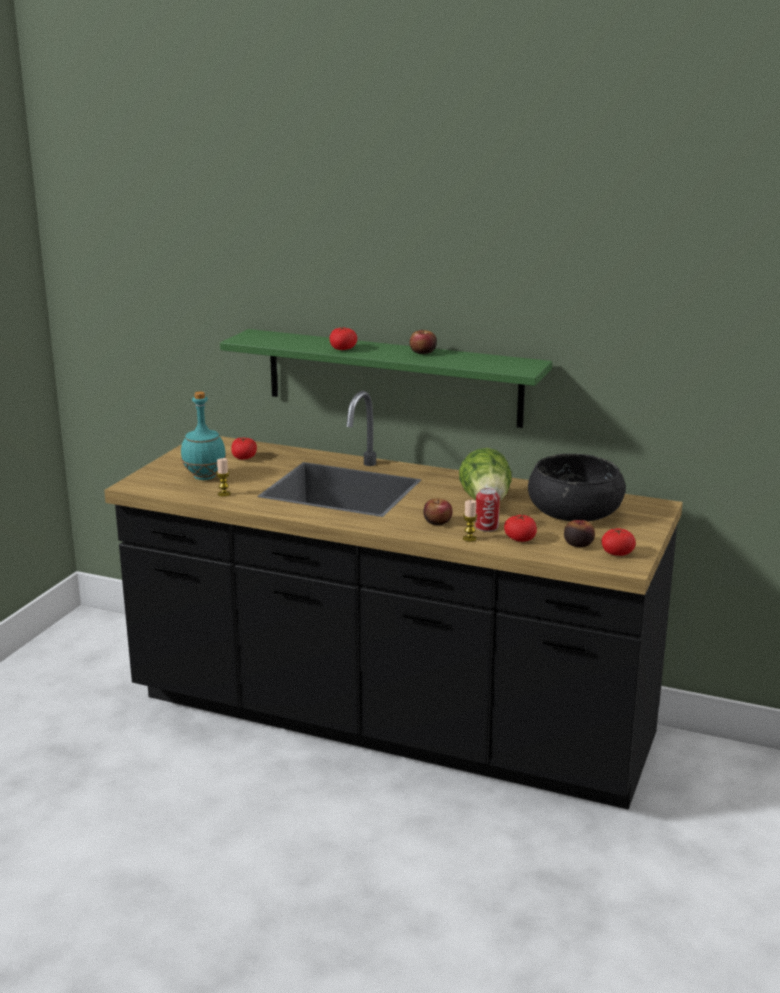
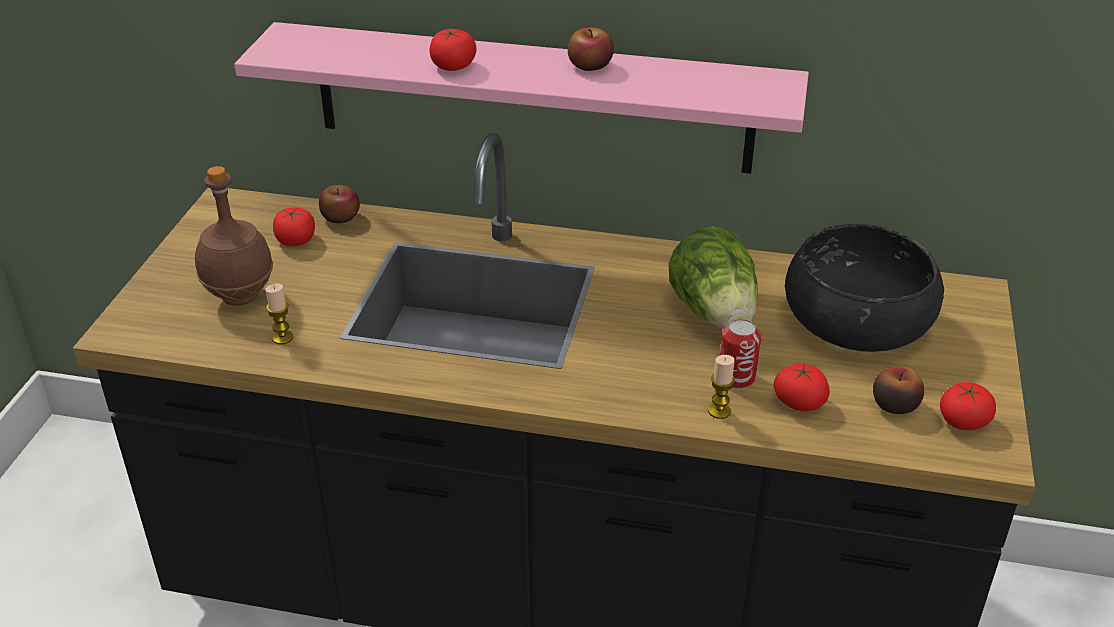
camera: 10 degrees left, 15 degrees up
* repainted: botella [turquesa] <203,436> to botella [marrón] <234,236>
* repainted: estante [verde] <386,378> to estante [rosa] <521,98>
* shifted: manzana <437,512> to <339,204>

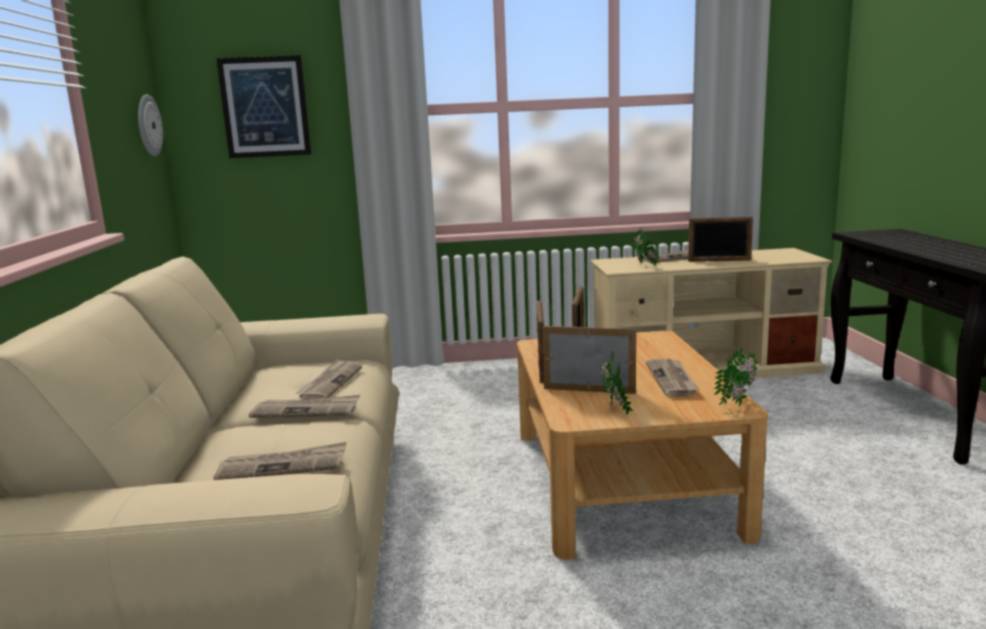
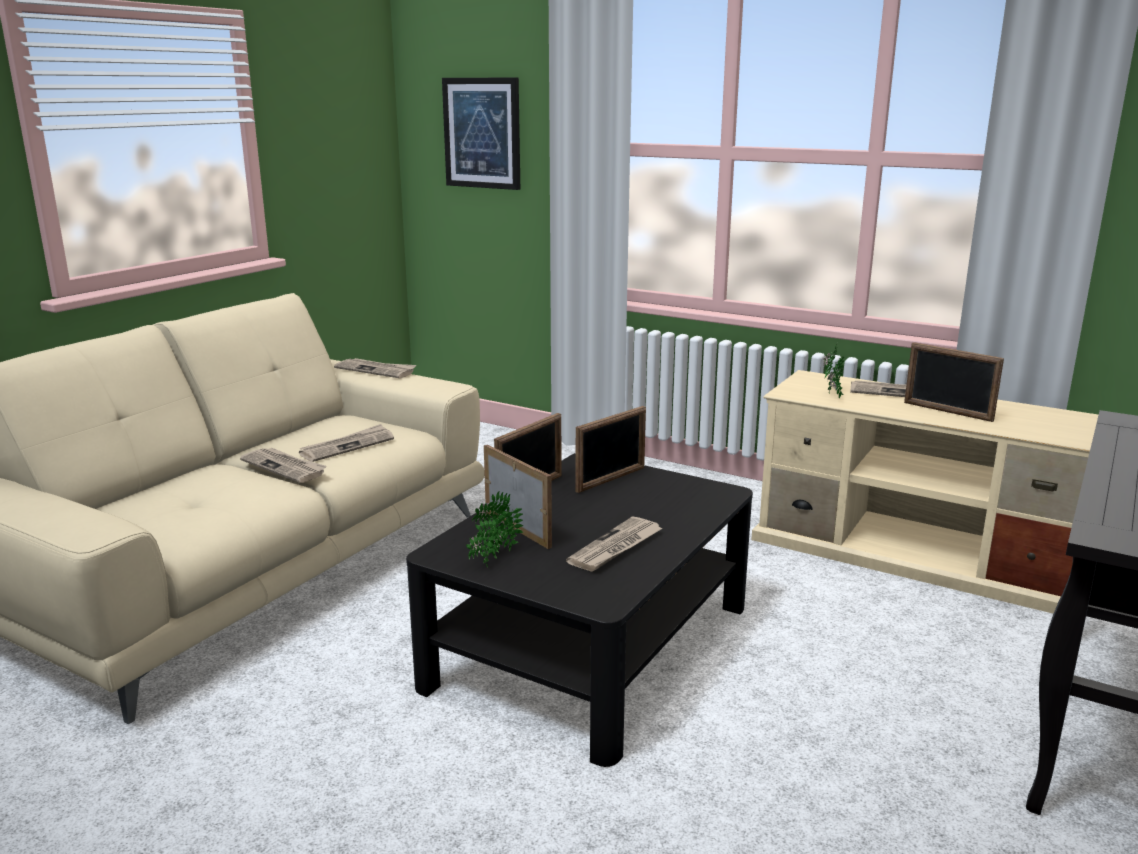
camera: 35 degrees right, 5 degrees up
* gone: reloj de pared <150,126>
* shifted: periódico <279,461> to <375,368>
* repainted: mesa de centro [beis] <642,445> to mesa de centro [negro] <579,610>
* gone: planta en maceta <736,377>

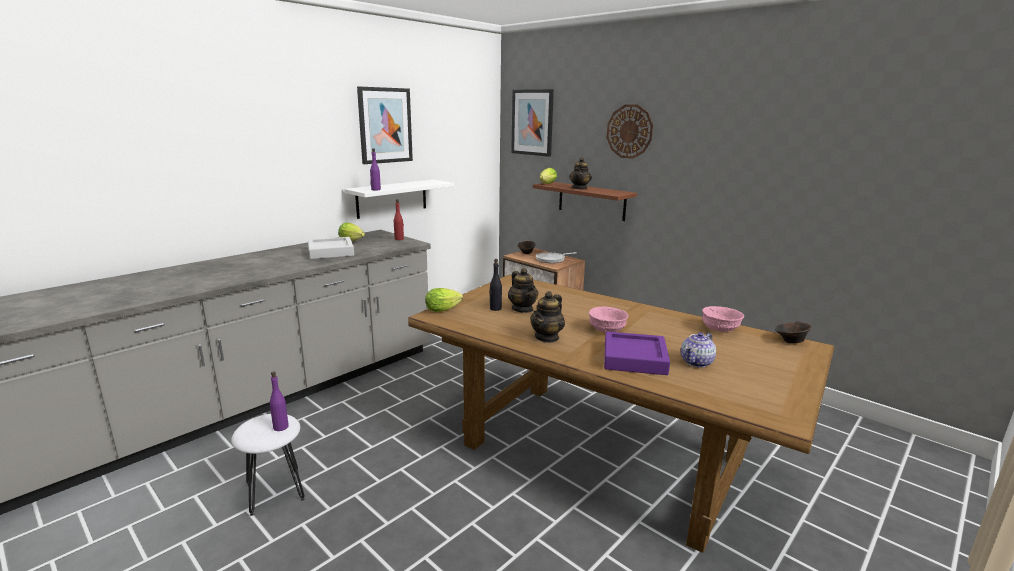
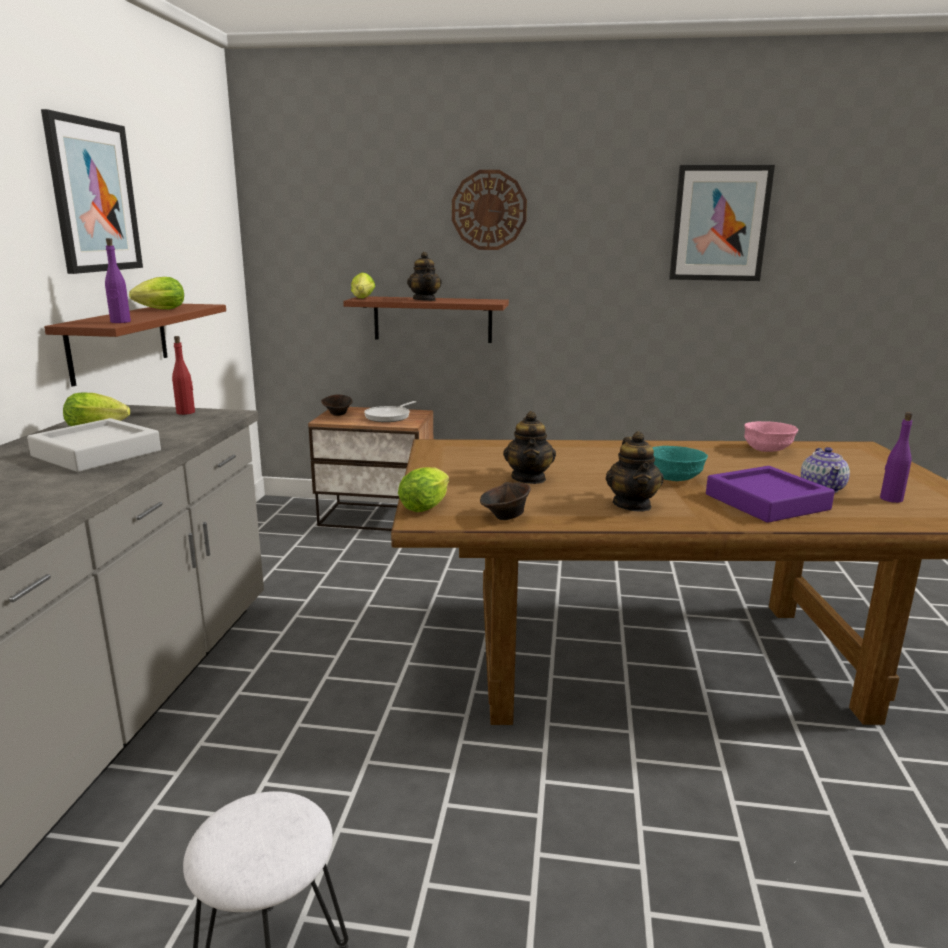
camera: 35 degrees left, 0 degrees up
* shifted: botella [morado] <279,401> to <896,457>
* repainted: estante [blanco] <399,199> to estante [marrón] <135,345>
* gone: botella [negro] <495,285>
* rotated: tetera <523,290> = <529,447> 60 degrees clockwise
* shifted: cuadro <532,123> to <722,223>
* repainted: cuenco [rosa] <608,320> to cuenco [turquesa] <680,463>
* shifted: cuenco [marrón] <793,332> to <505,501>
* new: lechuga <156,293>

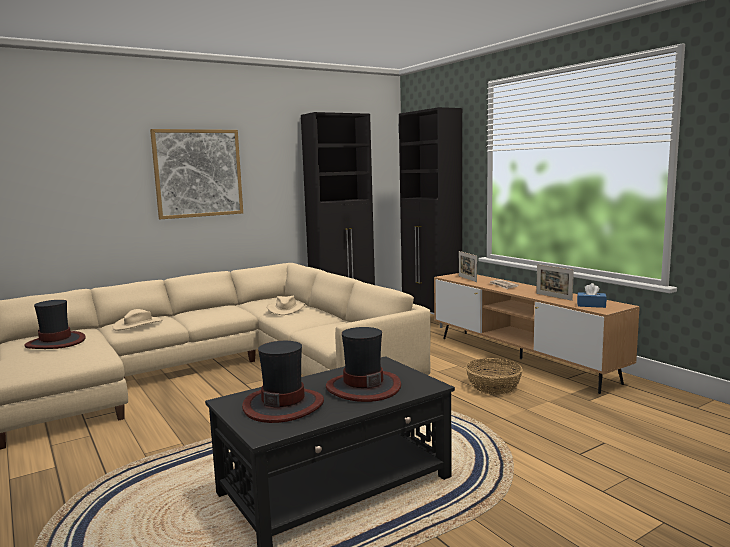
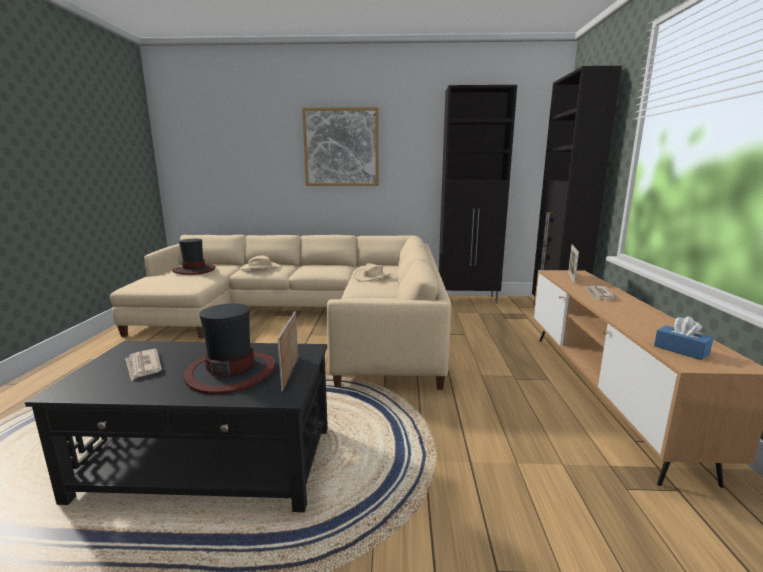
camera: 35 degrees right, 5 degrees up
* swapped: sombrero <283,382> to periódico <143,365>
* gone: cesta <494,376>
* shifted: portarretratos <555,282> to <287,351>

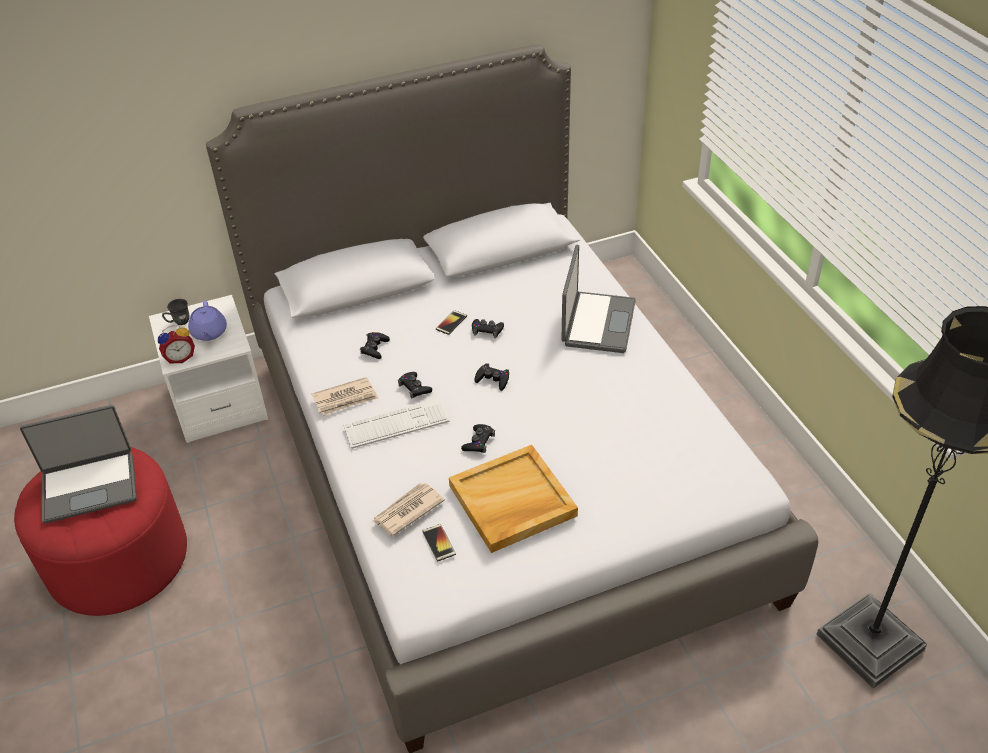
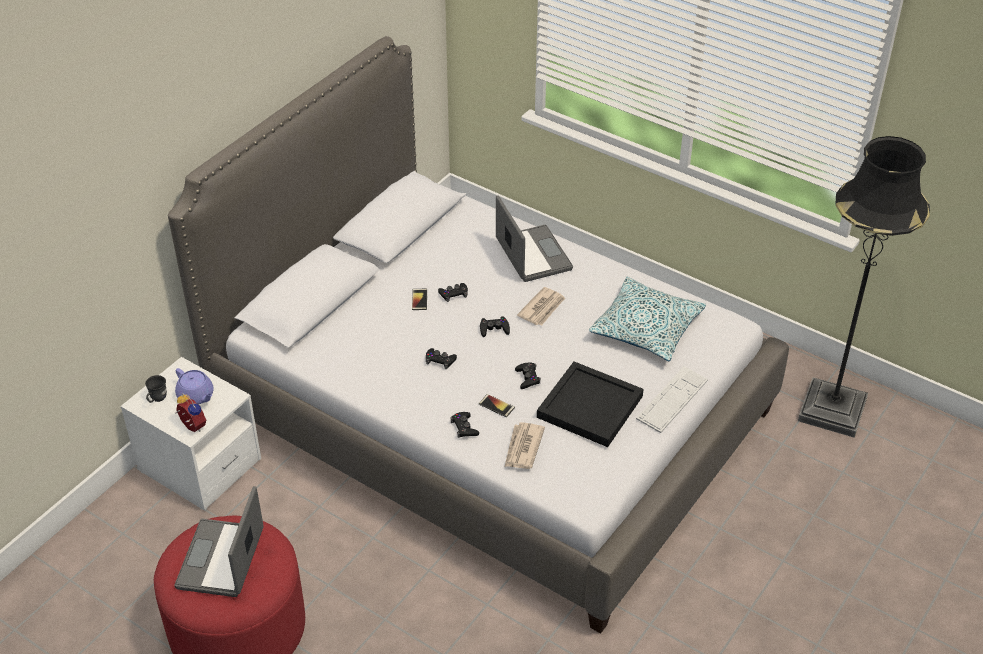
camera: 35 degrees left, 0 degrees up
* rotated: portátil <78,464> = <219,541> 150 degrees clockwise
* rotated: despertador <176,344> = <190,412> 75 degrees counterclockwise
* shifted: periódico <345,396> to <541,306>
* shifted: teclado <396,423> to <672,399>
* shifted: mando de consola [negro] <375,345> to <464,425>
* shifted: móvil <439,542> to <497,405>
* repainted: bandeja [beis] <513,499> to bandeja [negro] <590,404>
* new: cojín <647,319>

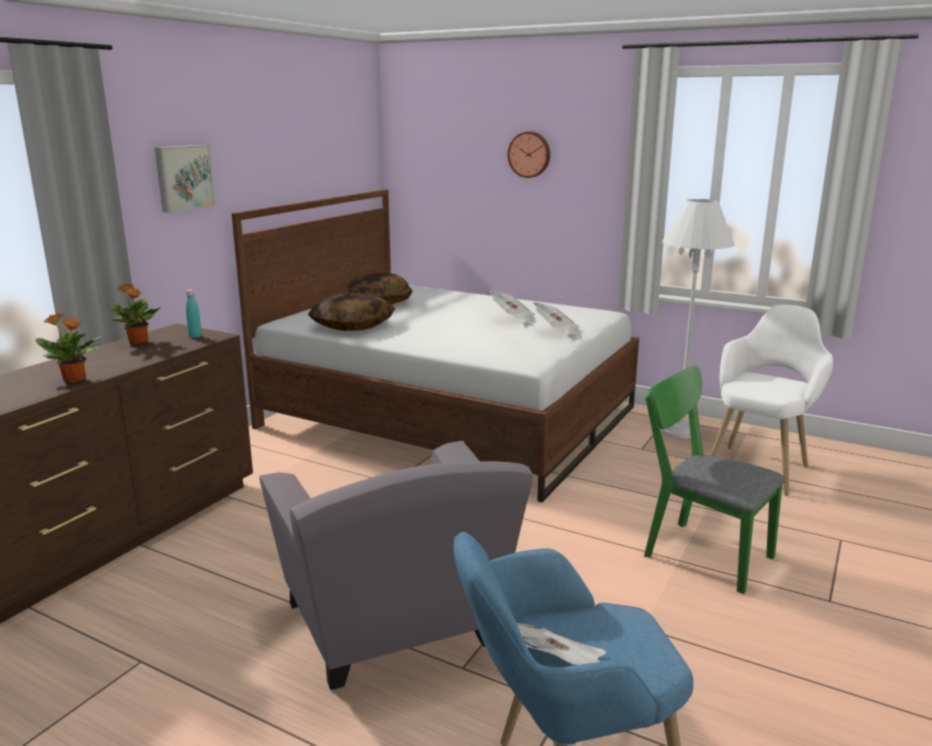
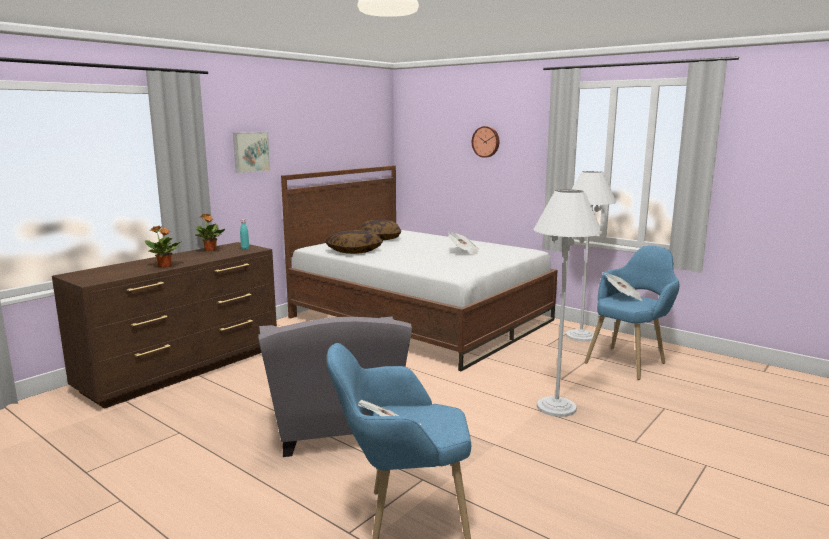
camera: 10 degrees right, 5 degrees down
* shifted: periódico <557,319> to <623,287>
* swapped: silla [verde] <715,480> to lámpara de pie [blanco] <568,303>
* repainted: sillón [blanco] <771,400> to sillón [azul] <631,313>

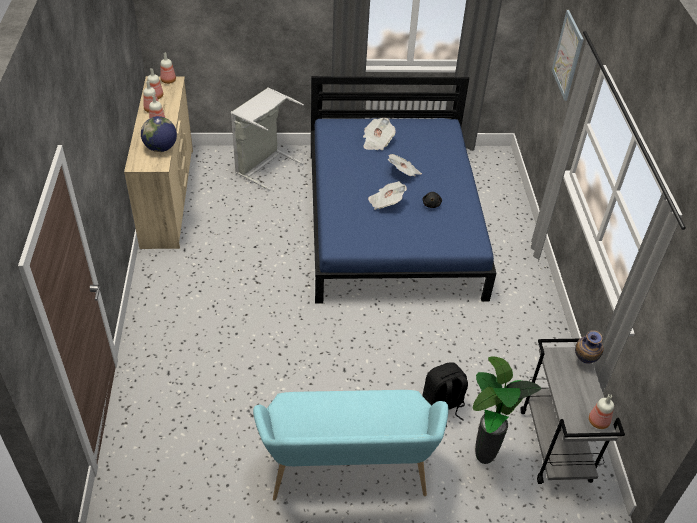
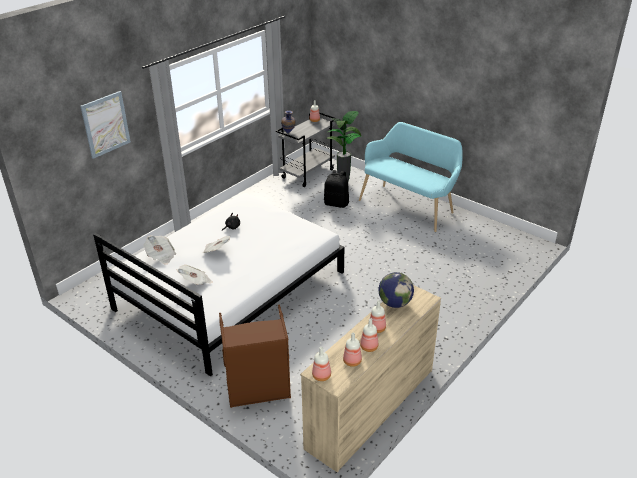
camera: 135 degrees left, 10 degrees down
* repainted: cesto de la ropa [gris] <267,138> to cesto de la ropa [marrón] <255,356>
* repainted: cama [azul] <403,190> to cama [blanco] <218,285>
* shifted: periódico <387,195> to <159,249>

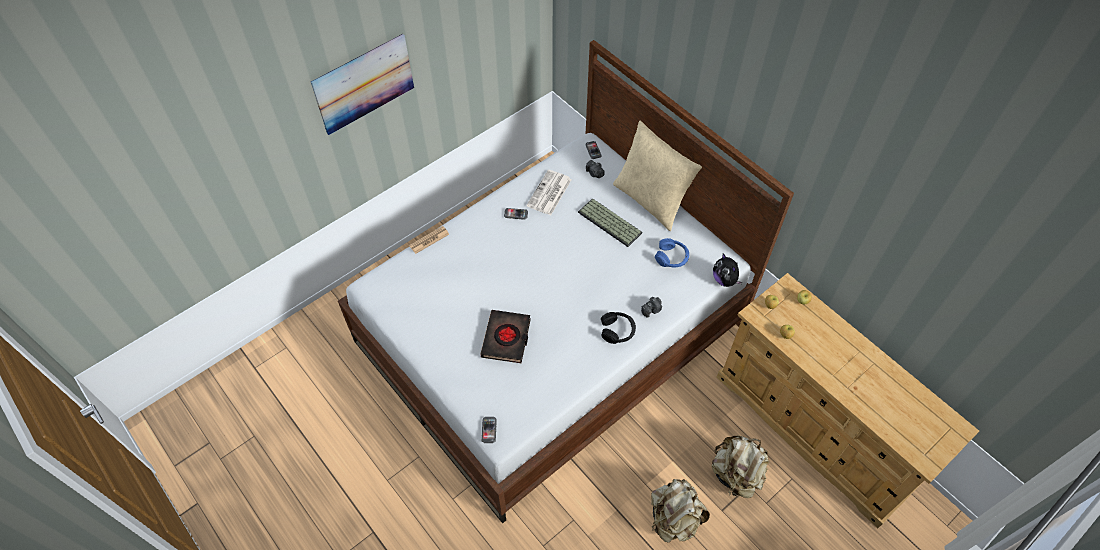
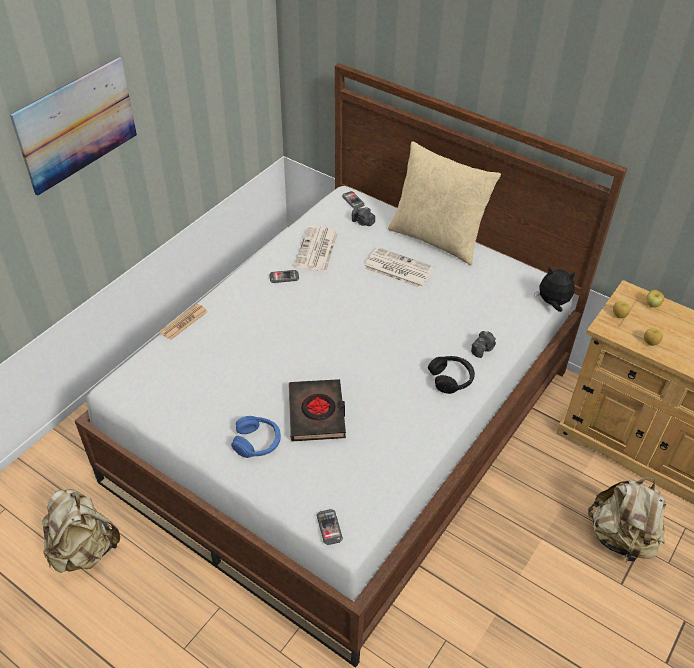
camera: 15 degrees left, 10 degrees down
* swapped: teclado <610,222> to periódico <398,268>
* shifted: mochila [beis] <680,511> to <81,531>
* shifted: auriculares [azul] <672,253> to <256,437>
* rotated: peluche <728,270> = <555,289> 150 degrees clockwise

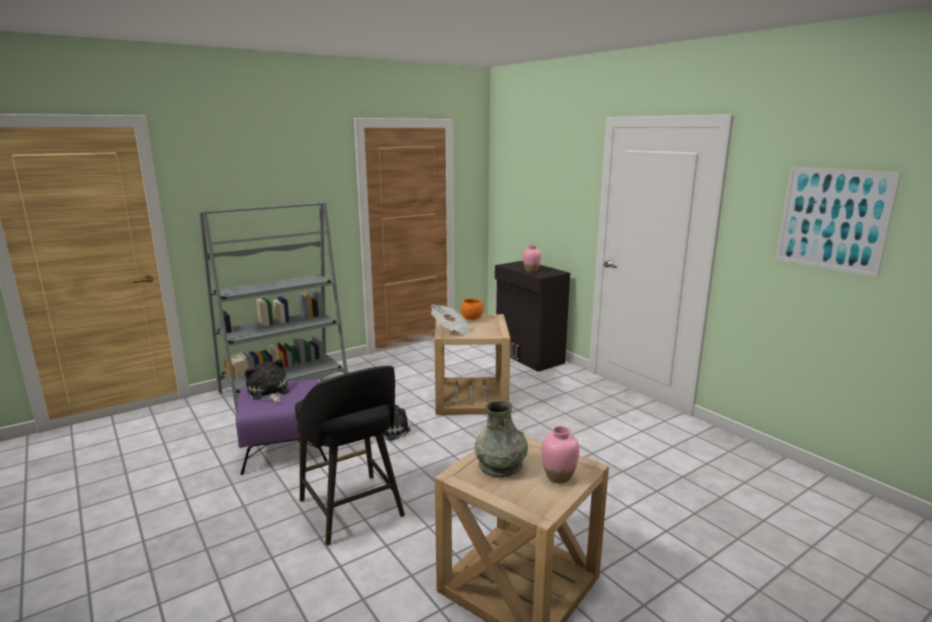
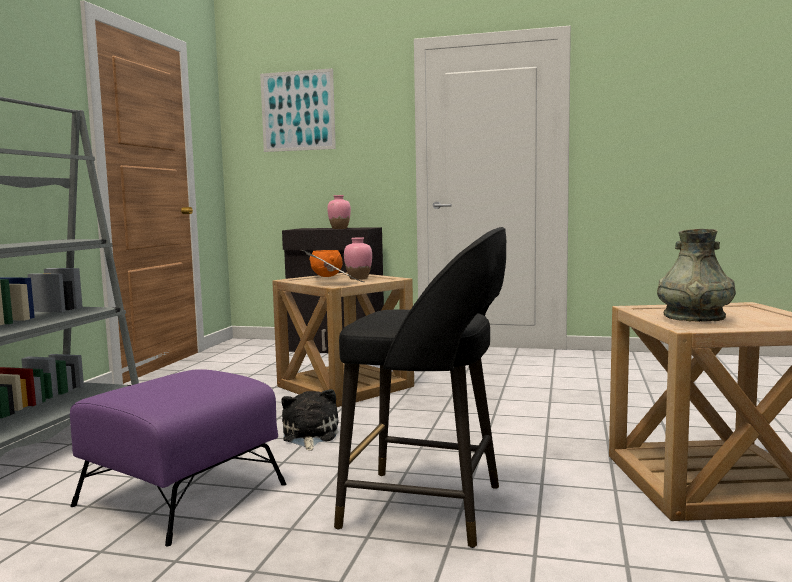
camera: 40 degrees left, 10 degrees down
* gone: peluche <267,381>
* shifted: florero [rosa] <560,455> to <358,258>
* shifted: cuadro <838,222> to <298,110>

